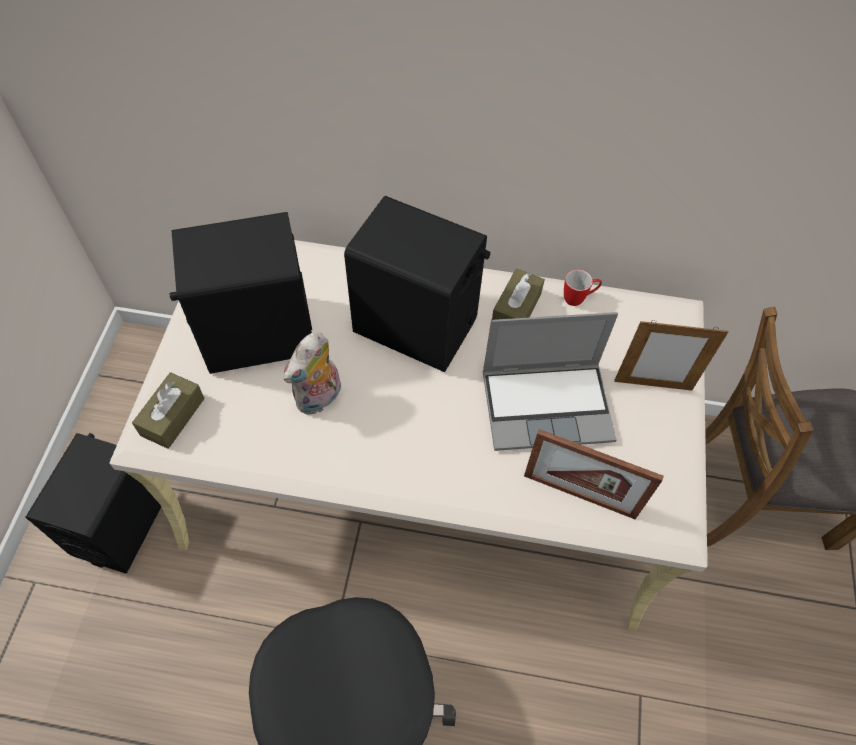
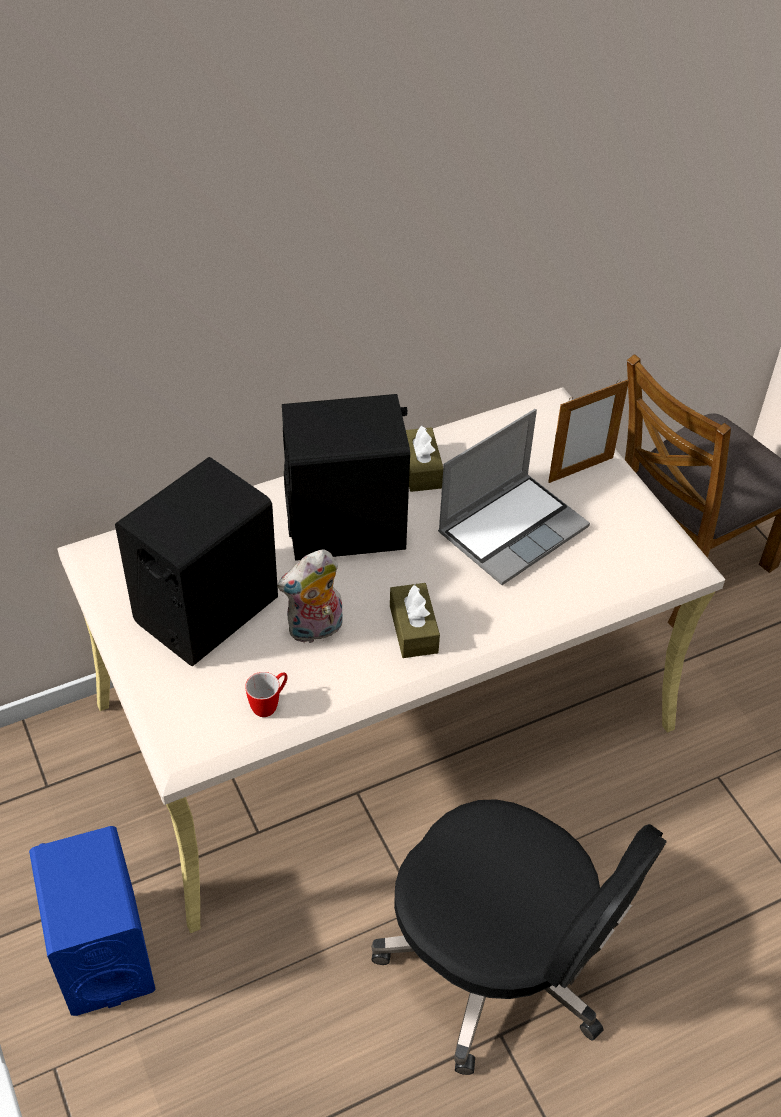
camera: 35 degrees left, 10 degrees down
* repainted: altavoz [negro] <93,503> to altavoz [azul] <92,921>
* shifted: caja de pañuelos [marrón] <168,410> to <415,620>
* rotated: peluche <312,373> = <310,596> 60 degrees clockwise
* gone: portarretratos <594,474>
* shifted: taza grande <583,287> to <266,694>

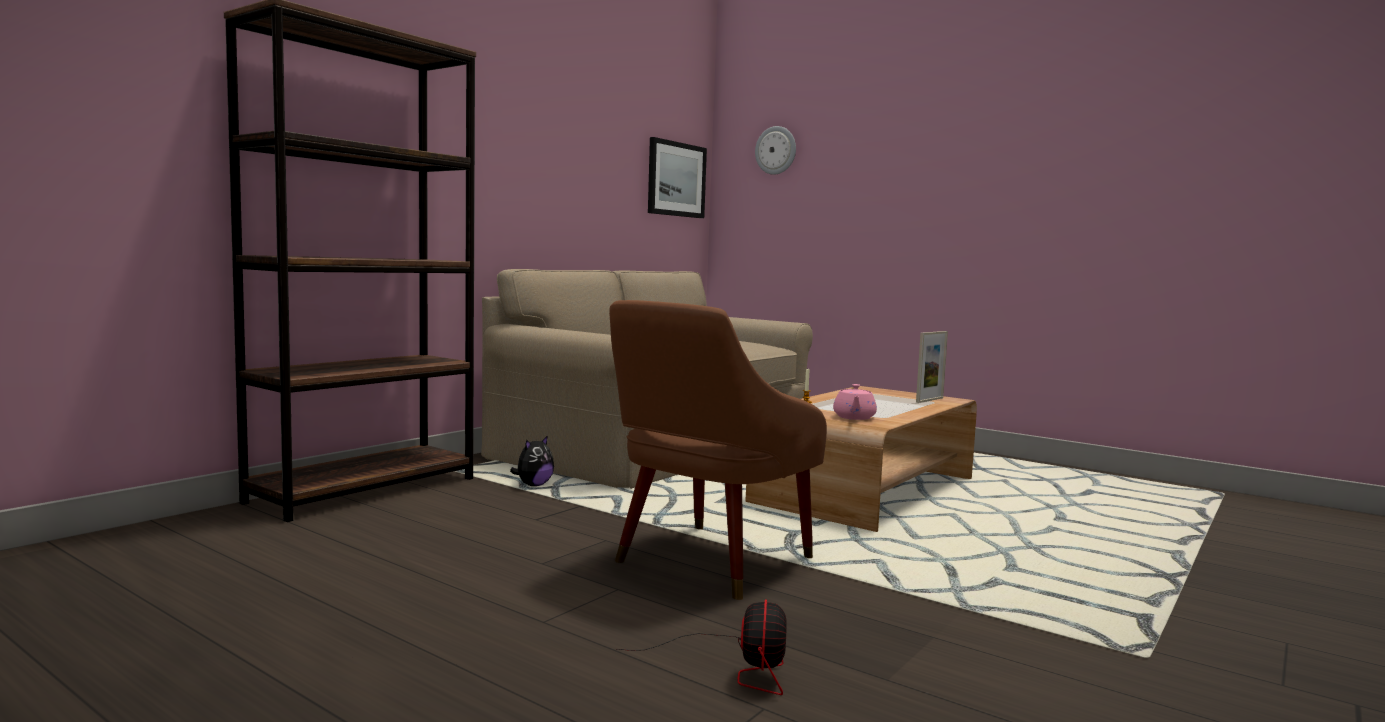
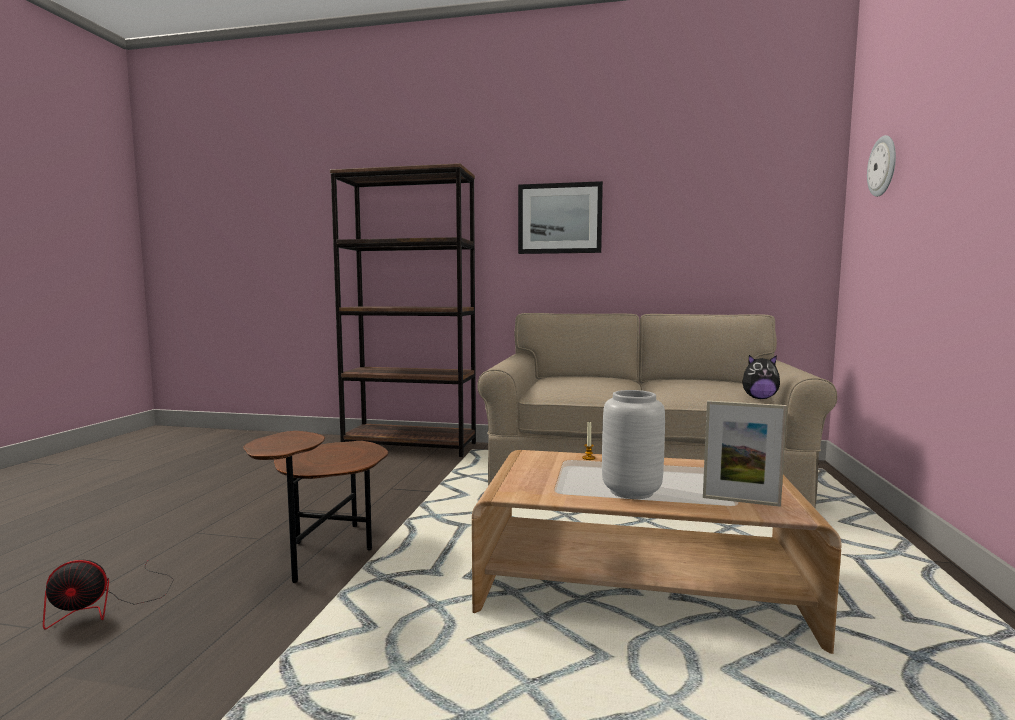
camera: 65 degrees right, 0 degrees up
* shifted: peluche <532,460> to <761,377>
* swapped: sillón [marrón] <718,450> to mesa auxiliar [marrón] <315,507>
* shifted: cuadro <677,177> to <560,217>
* gone: tetera [rosa] <855,402>
* new: florero [gris] <633,444>

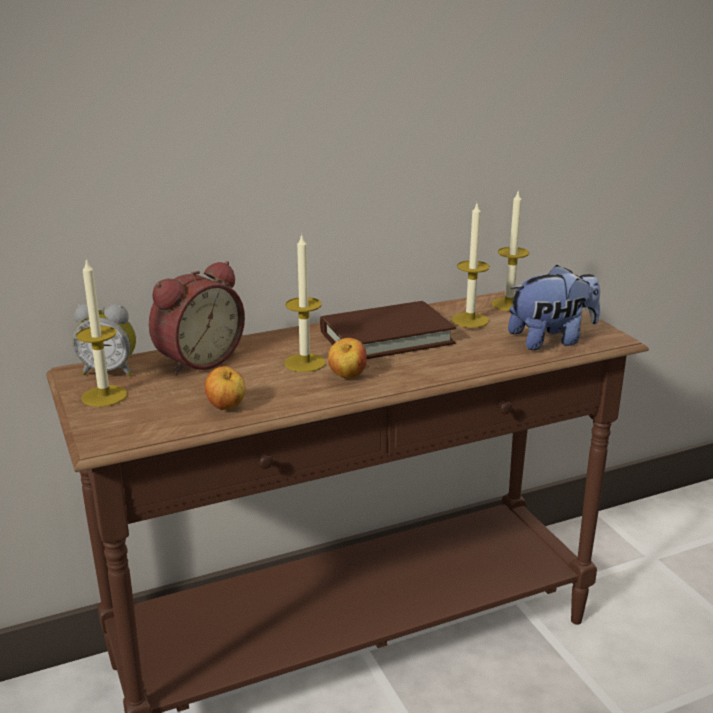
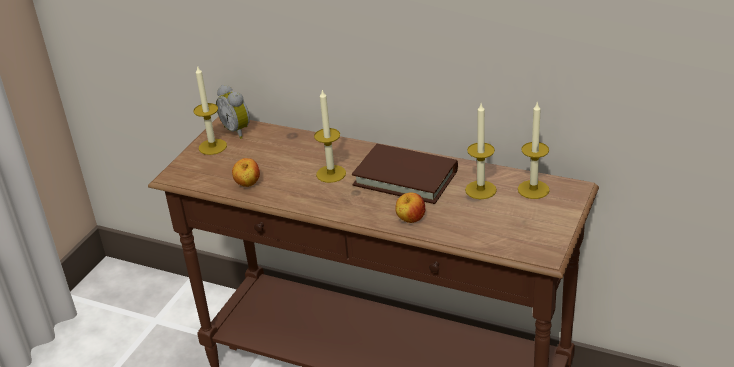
camera: 50 degrees right, 10 degrees up
* gone: despertador <197,318>
* shifted: manzana <347,358> to <410,207>
* gone: peluche <554,307>

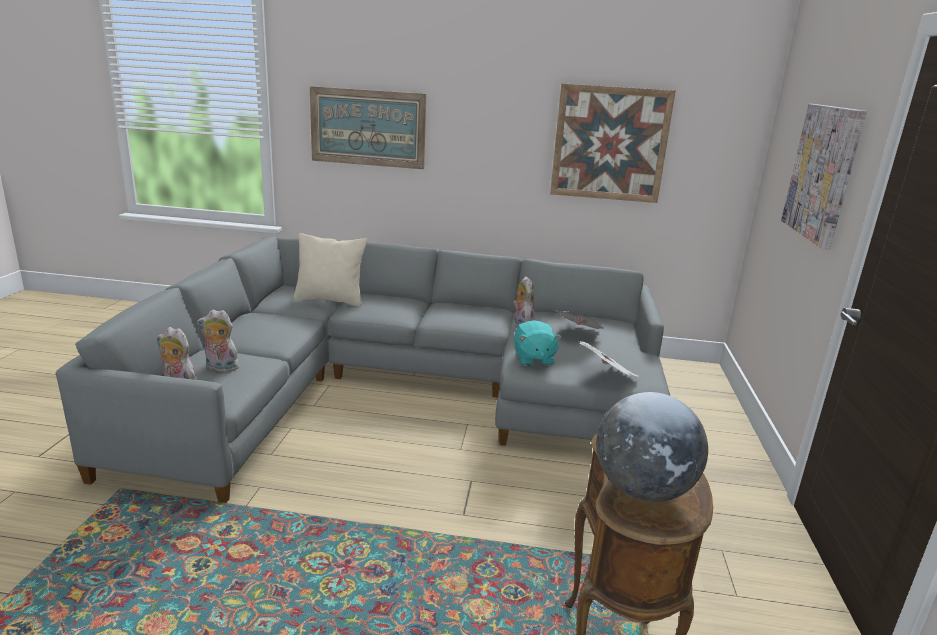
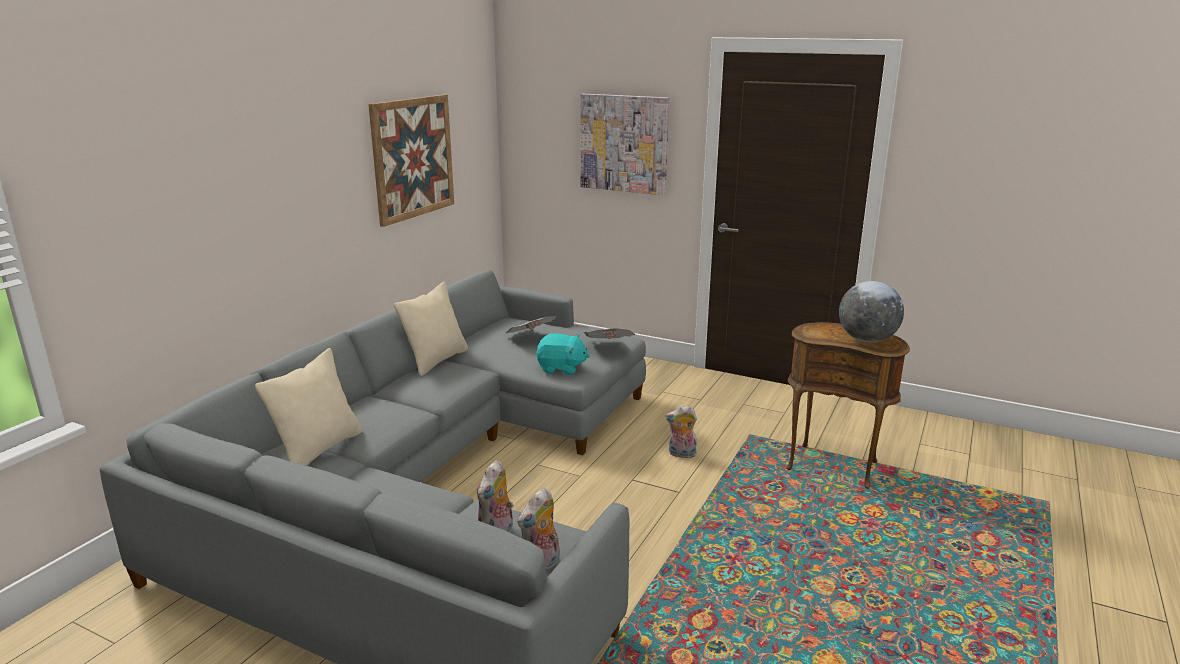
camera: 70 degrees left, 0 degrees up
* gone: cuadro <368,127>
* shifted: peluche <523,301> to <682,431>
* new: cojín [beis] <431,328>

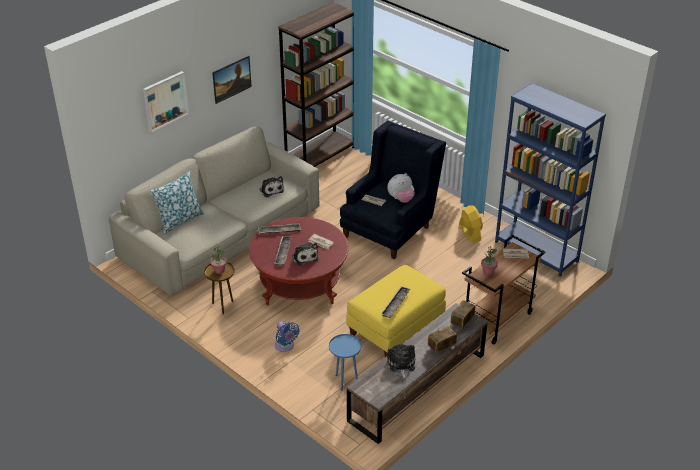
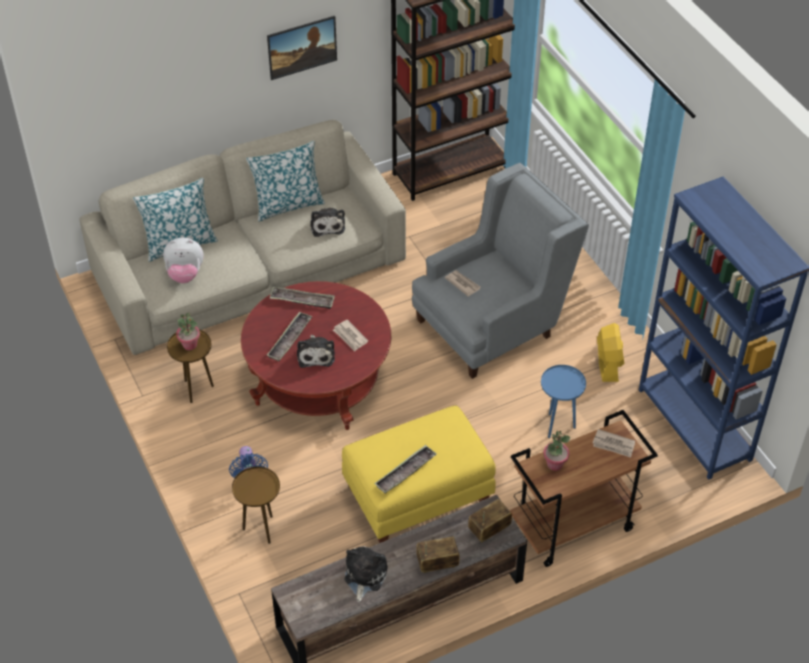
camera: 20 degrees right, 10 degrees up
* gone: cuadro <166,101>
* shifted: mesa auxiliar [azul] <345,362> to <563,401>
* repainted: sillón [azul] <393,190> to sillón [gris] <500,271>
* shifted: peluche <401,188> to <183,260>
* new: mesa auxiliar [marrón] <256,505>
* new: cojín <285,181>

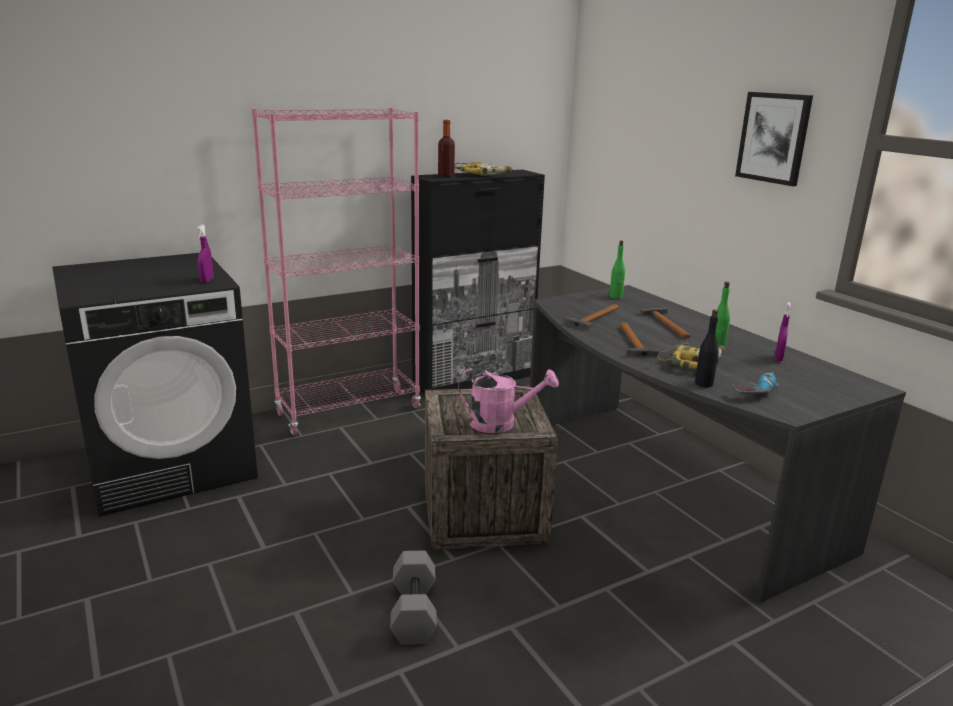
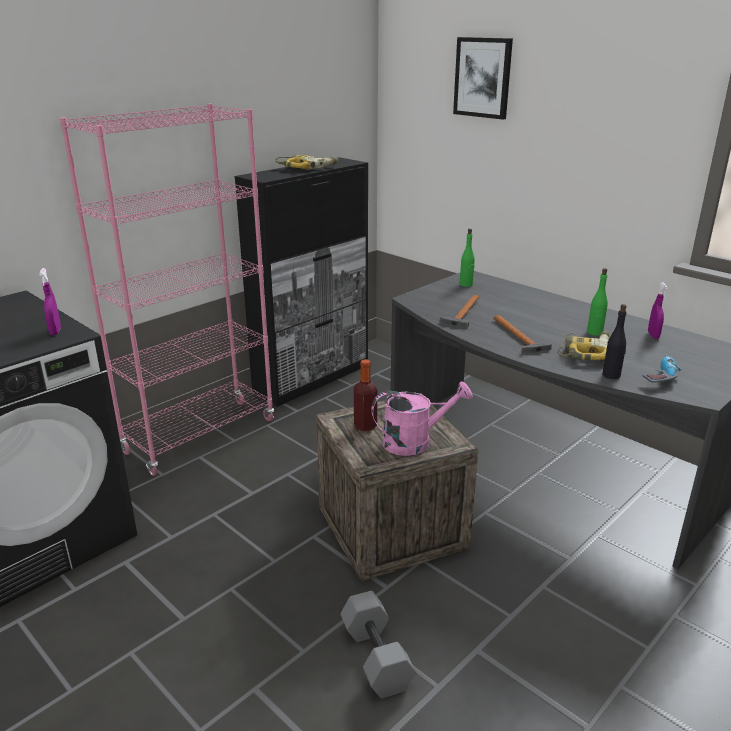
camera: 15 degrees left, 5 degrees up
* shifted: botella <446,148> to <365,395>
* gone: martillo <665,323>
* shifted: cuadro <774,139> to <483,78>

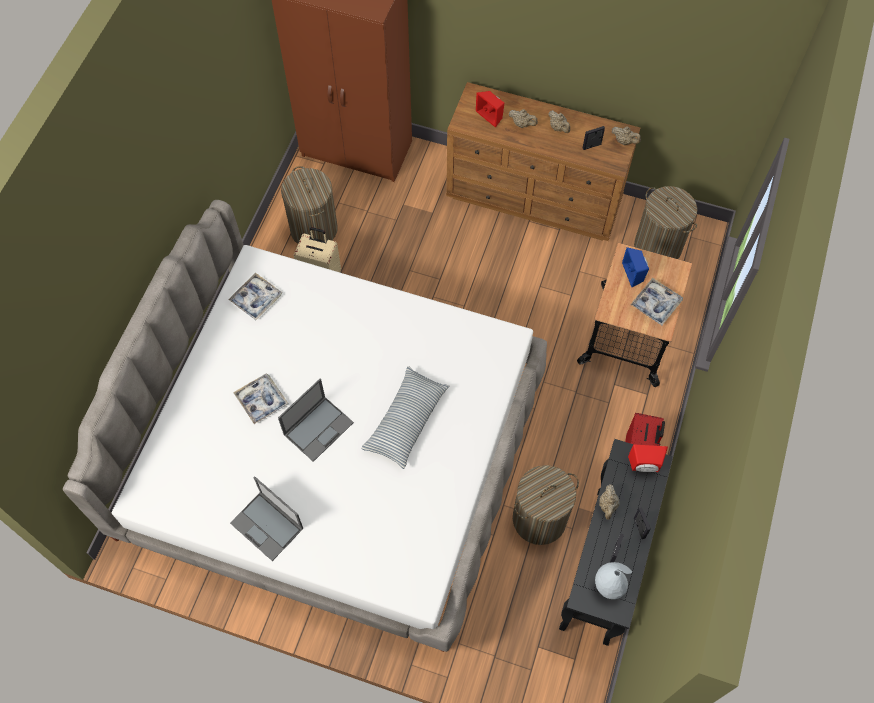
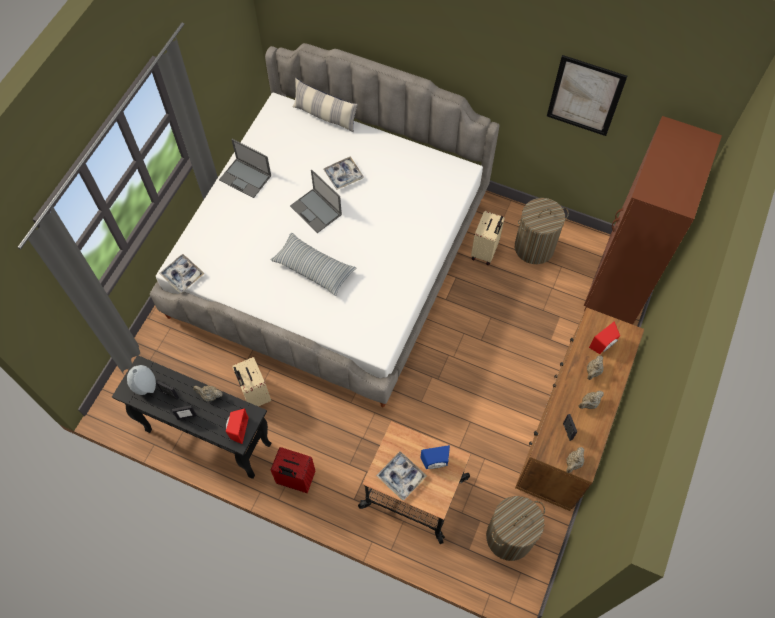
camera: 95 degrees right, 0 degrees up
* shifted: bandeja <255,296> to <182,273>
* rotated: portátil <266,518> = <245,168> 105 degrees counterclockwise
* swapped: cesto de la ropa <546,505> to maleta [beis] <251,381>
* new: cojín <325,105>
* new: cuadro <587,95>

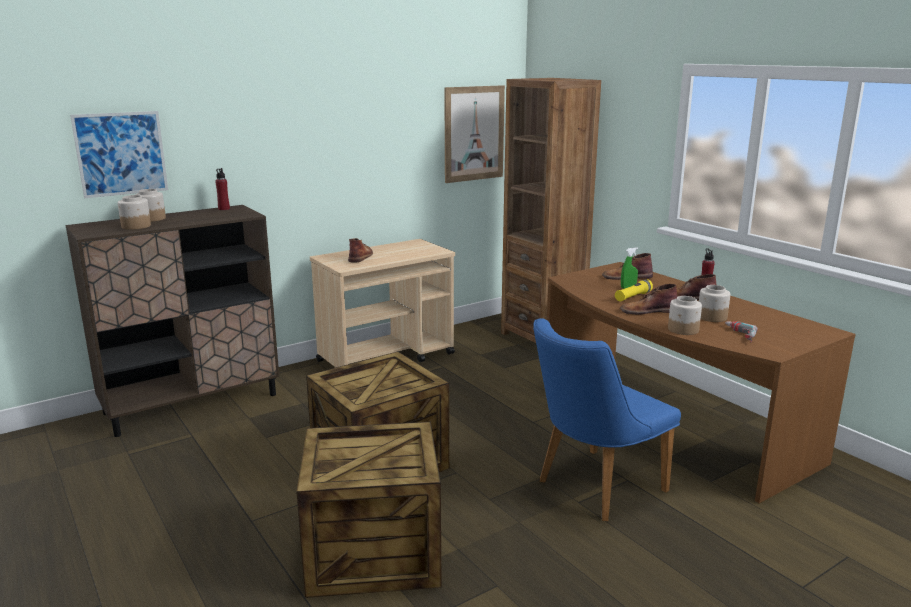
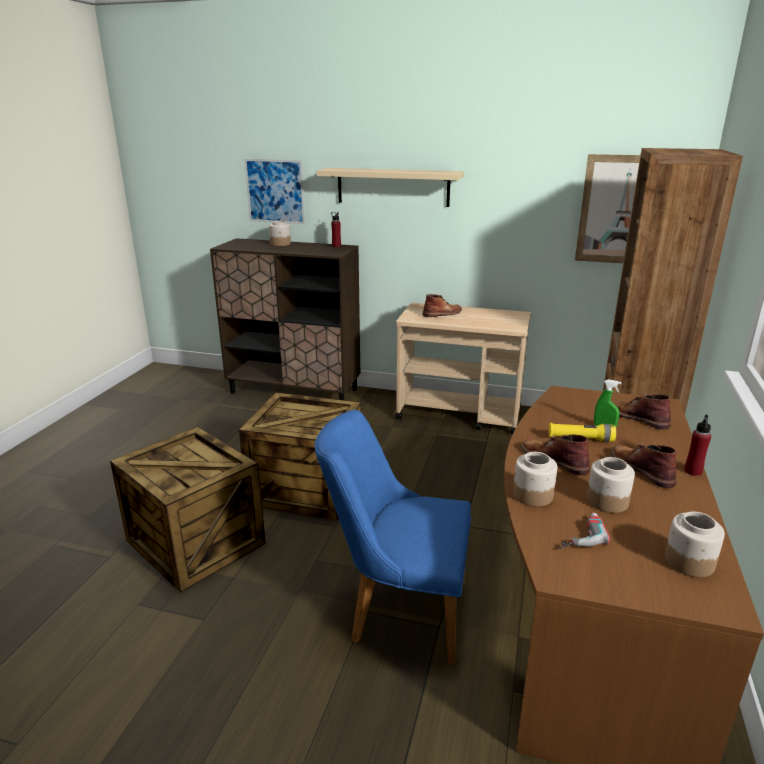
camera: 50 degrees right, 5 degrees up
* shifted: tarro <134,212> to <695,544>
* new: estante [beis] <390,187>

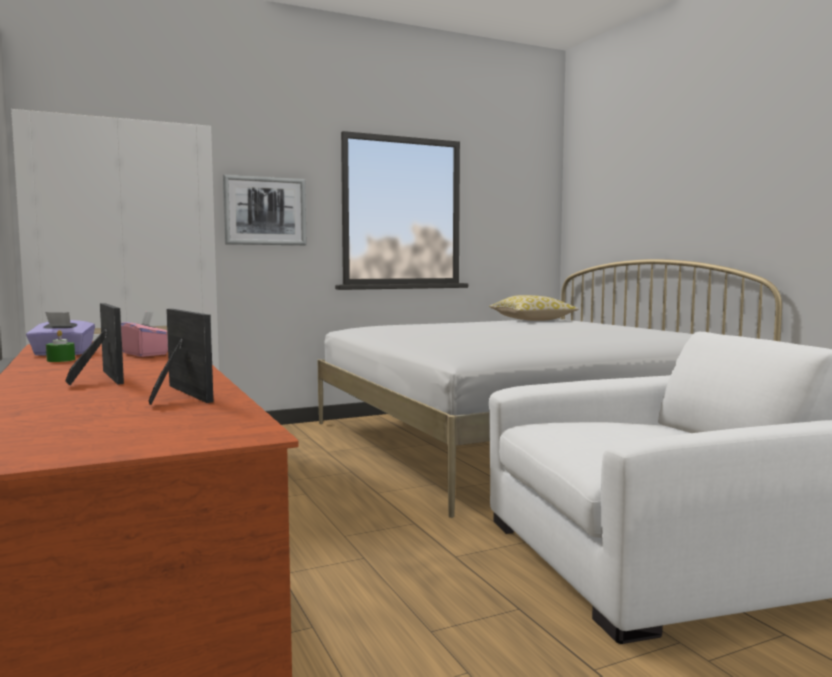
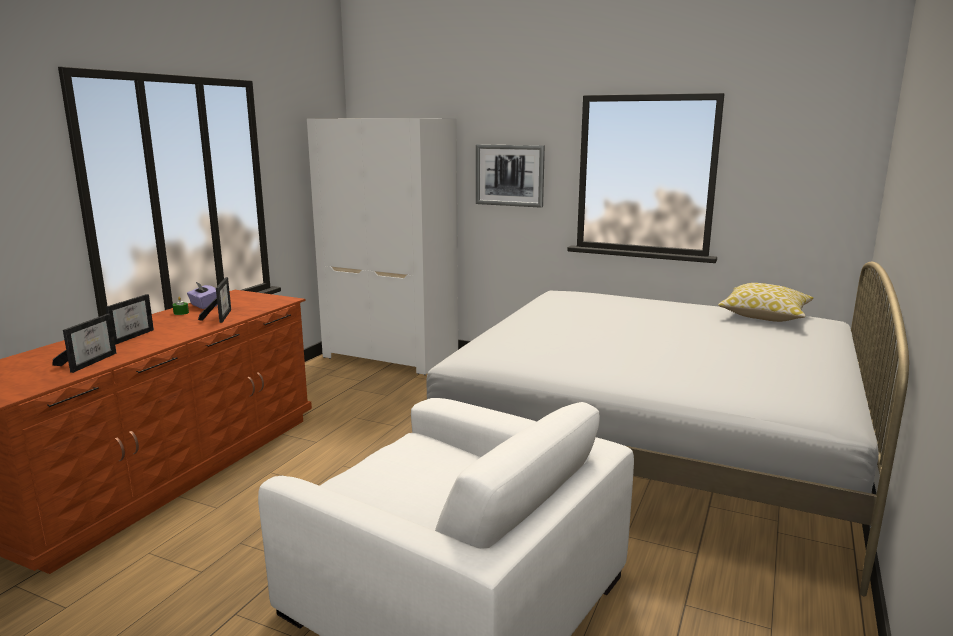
camera: 50 degrees right, 10 degrees up
* swapped: caja de pañuelos [rosa] <144,334> to portarretratos <214,300>

